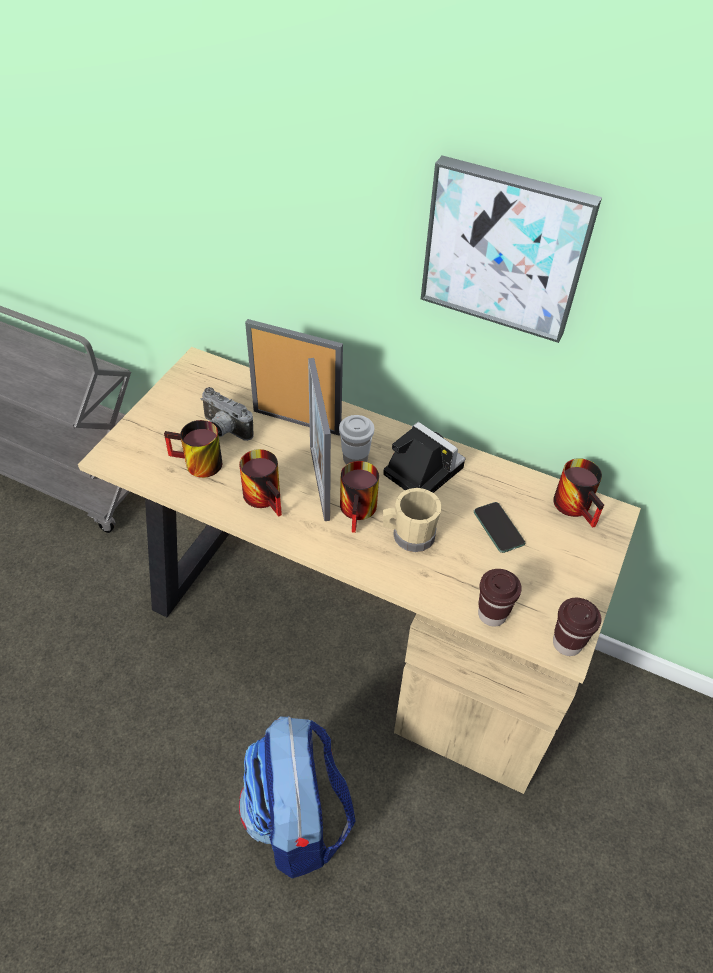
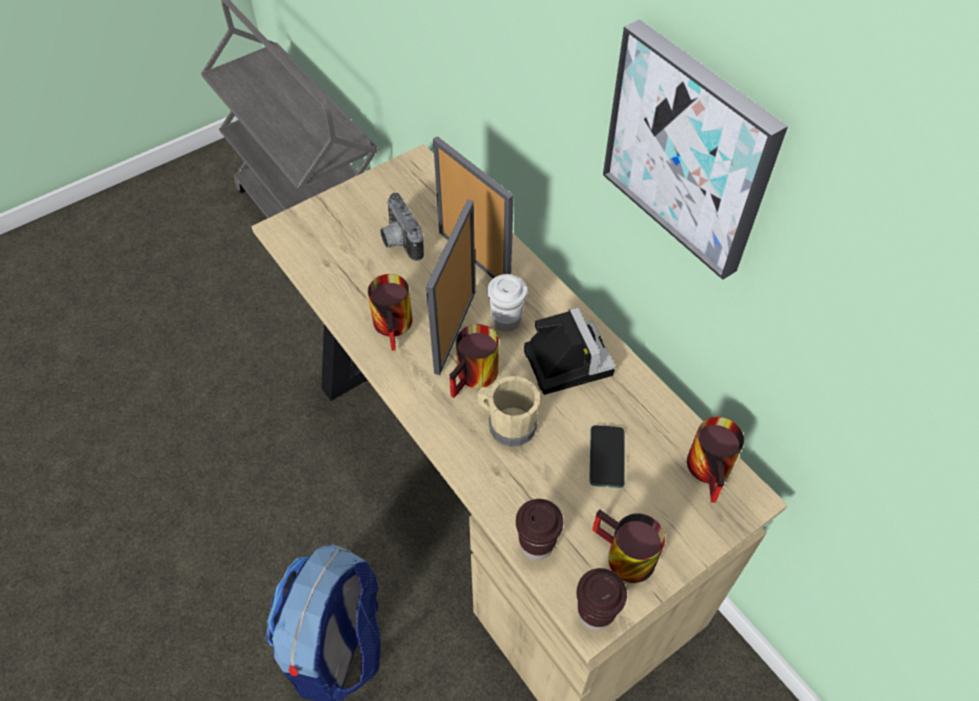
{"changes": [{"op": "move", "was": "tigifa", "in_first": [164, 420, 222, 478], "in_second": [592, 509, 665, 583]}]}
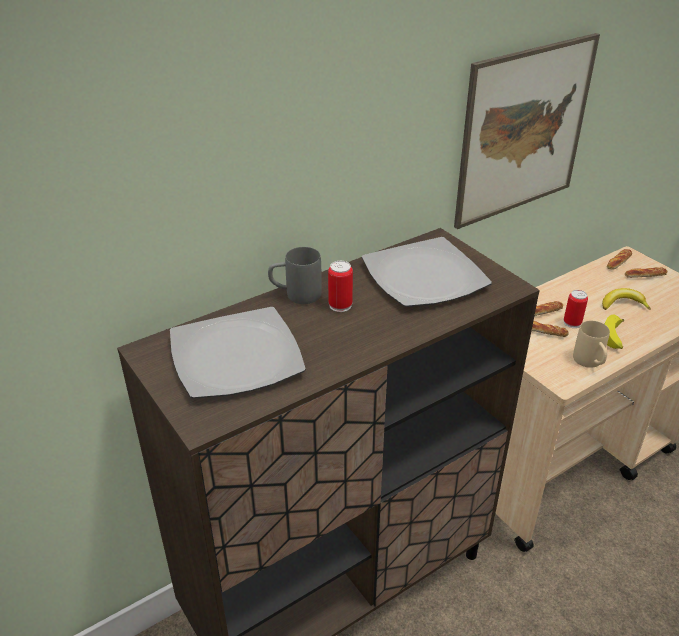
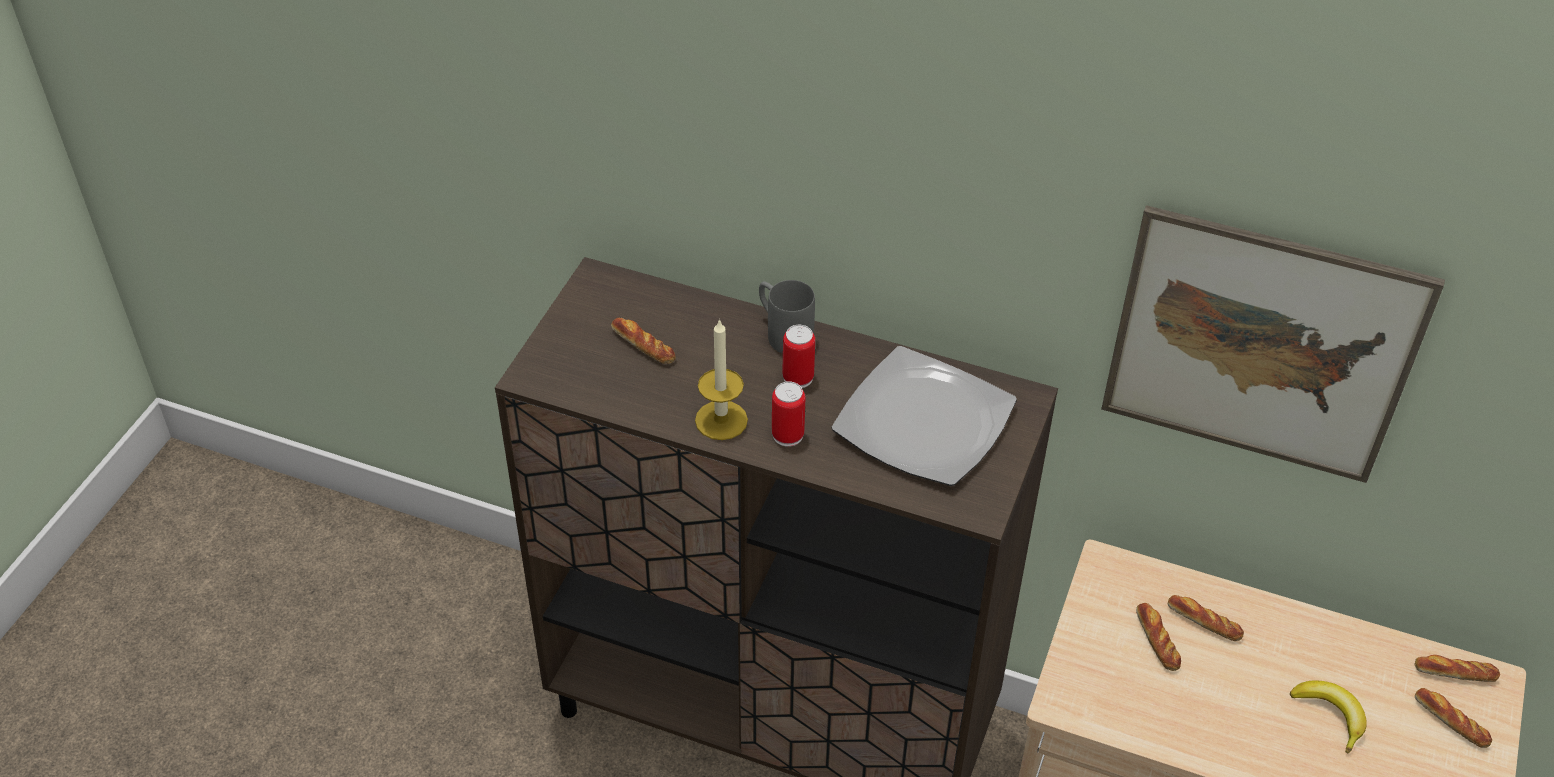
{"changes": [{"op": "replace", "was": "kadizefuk", "now": "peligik", "in_first": [170, 307, 306, 399], "in_second": [611, 318, 676, 364]}, {"op": "insert", "now": "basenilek", "in_second": [695, 319, 748, 440]}, {"op": "move", "was": "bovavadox", "in_first": [564, 290, 588, 328], "in_second": [772, 381, 805, 447]}, {"op": "delete", "was": "tigifa (beige)", "in_first": [573, 320, 610, 368]}, {"op": "delete", "was": "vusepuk", "in_first": [605, 314, 624, 349]}]}
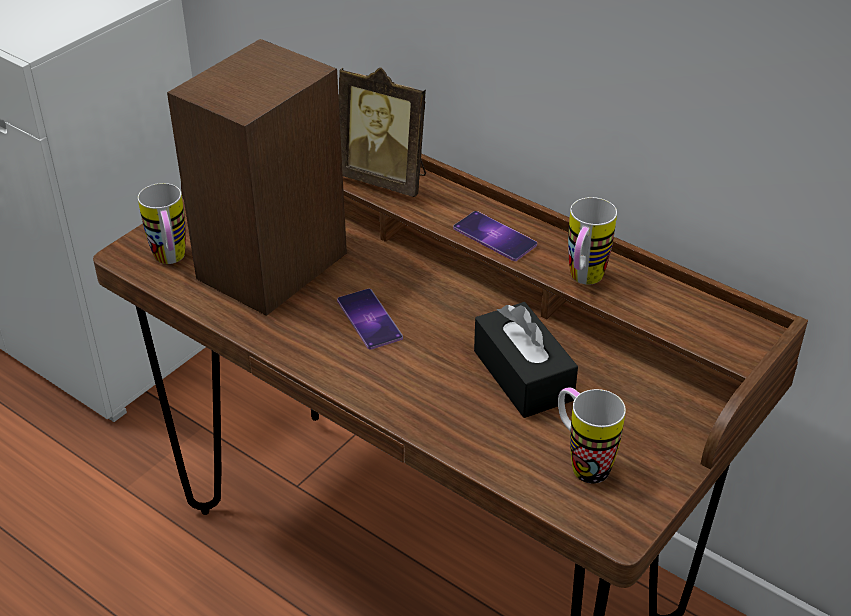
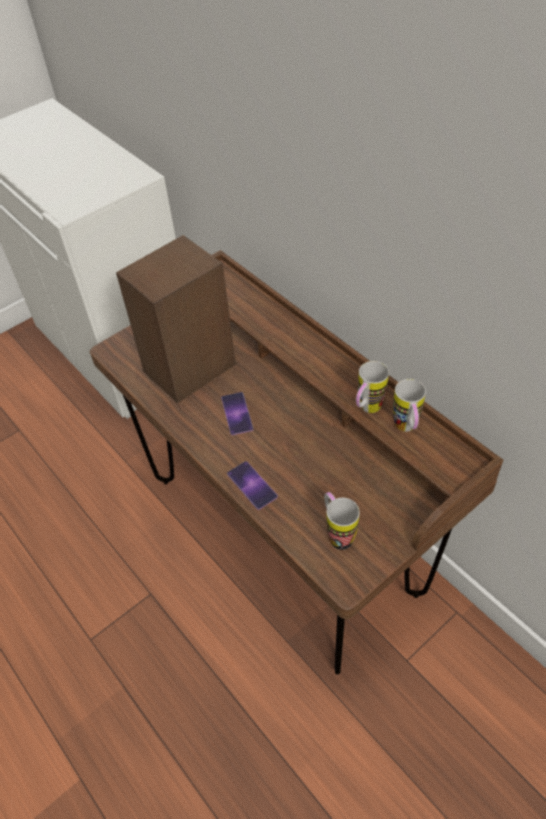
{"changes": [{"op": "move", "was": "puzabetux", "in_first": [453, 211, 537, 261], "in_second": [227, 461, 278, 510]}, {"op": "move", "was": "tigifa", "in_first": [138, 183, 186, 264], "in_second": [393, 379, 426, 432]}, {"op": "delete", "was": "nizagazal", "in_first": [339, 68, 426, 197]}, {"op": "delete", "was": "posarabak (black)", "in_first": [474, 302, 578, 418]}]}
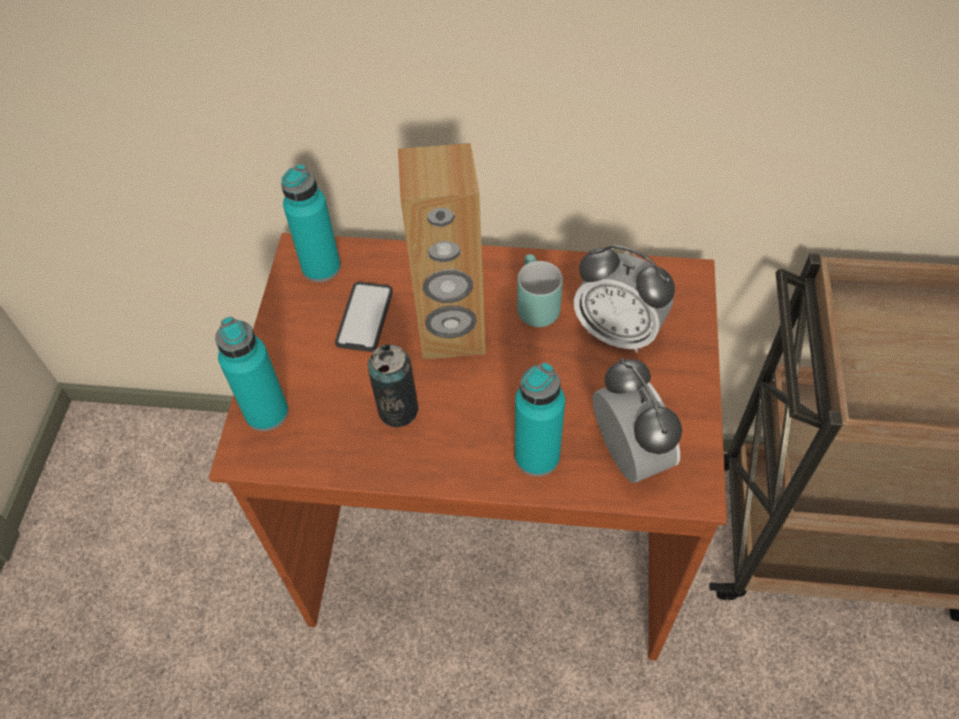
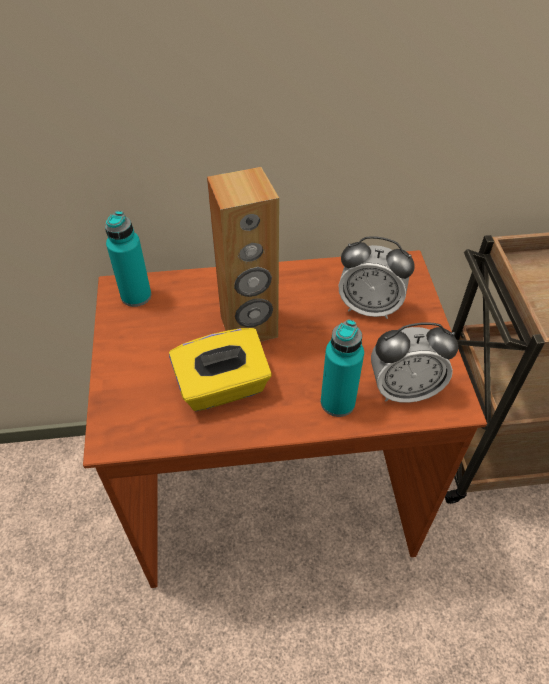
{"changes": [{"op": "replace", "was": "bovavadox", "now": "posarabak (yellow)", "in_first": [368, 344, 418, 427], "in_second": [169, 328, 272, 411]}, {"op": "rotate", "was": "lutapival", "in_first": [593, 358, 682, 483], "in_second": [371, 322, 458, 403], "clockwise": 120}, {"op": "delete", "was": "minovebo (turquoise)", "in_first": [215, 317, 289, 431]}, {"op": "delete", "was": "puzabetux", "in_first": [335, 282, 393, 352]}, {"op": "delete", "was": "tigifa (turquoise)", "in_first": [517, 254, 563, 327]}]}
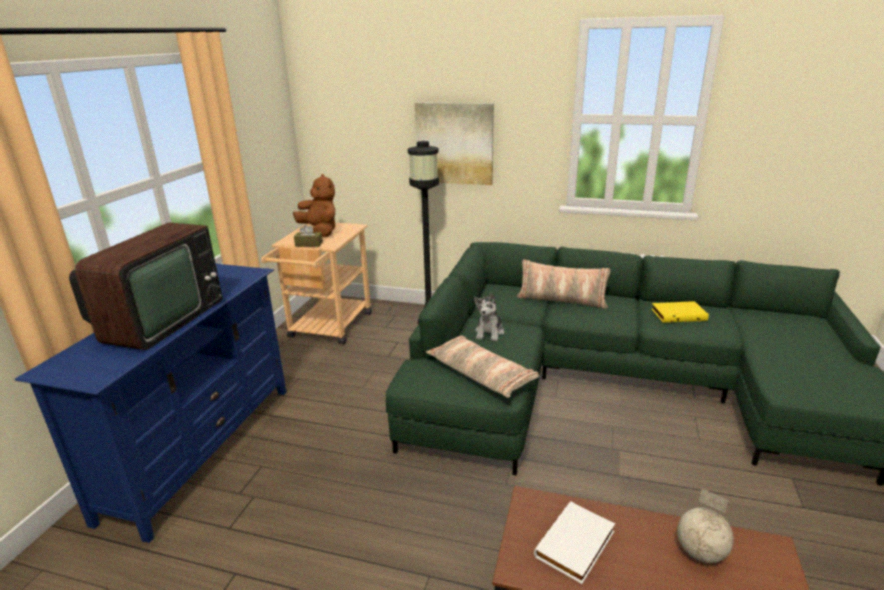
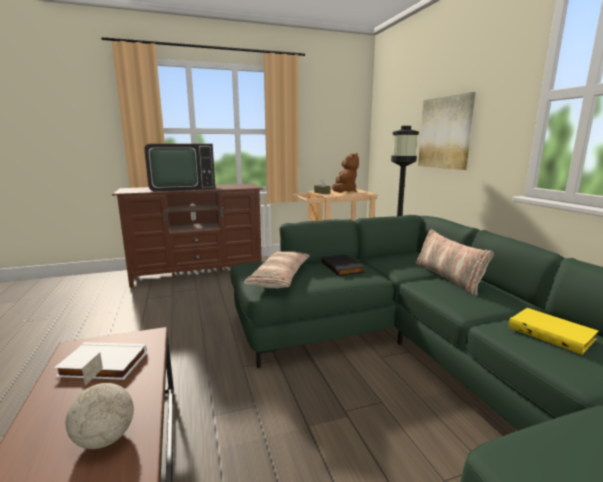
{"changes": [{"op": "recolor", "was": "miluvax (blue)", "now": "miluvax (brown)", "in_first": [14, 264, 286, 543], "in_second": [112, 184, 263, 288]}, {"op": "replace", "was": "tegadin", "now": "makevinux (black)", "in_first": [474, 293, 504, 341], "in_second": [322, 255, 365, 276]}]}
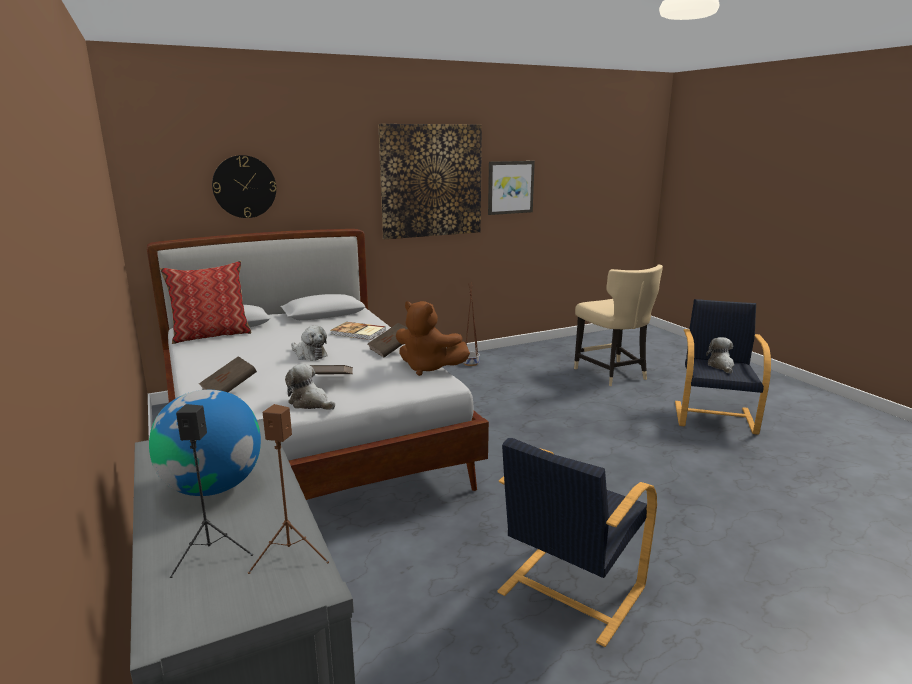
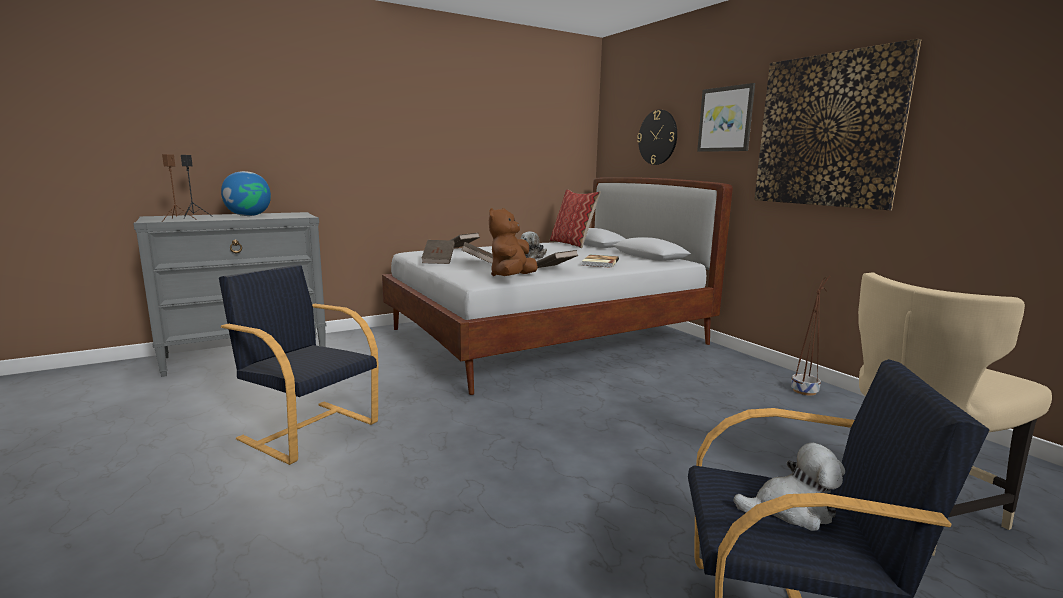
{"changes": [{"op": "replace", "was": "tegadin", "now": "makevinux (brown)", "in_first": [285, 364, 335, 410], "in_second": [421, 240, 455, 264]}, {"op": "move", "was": "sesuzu", "in_first": [488, 161, 535, 215], "in_second": [697, 83, 755, 152]}]}
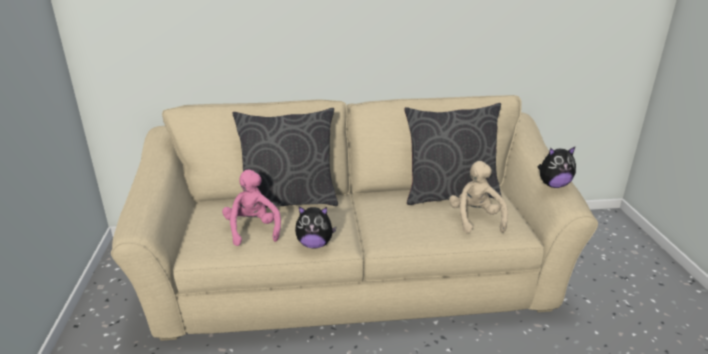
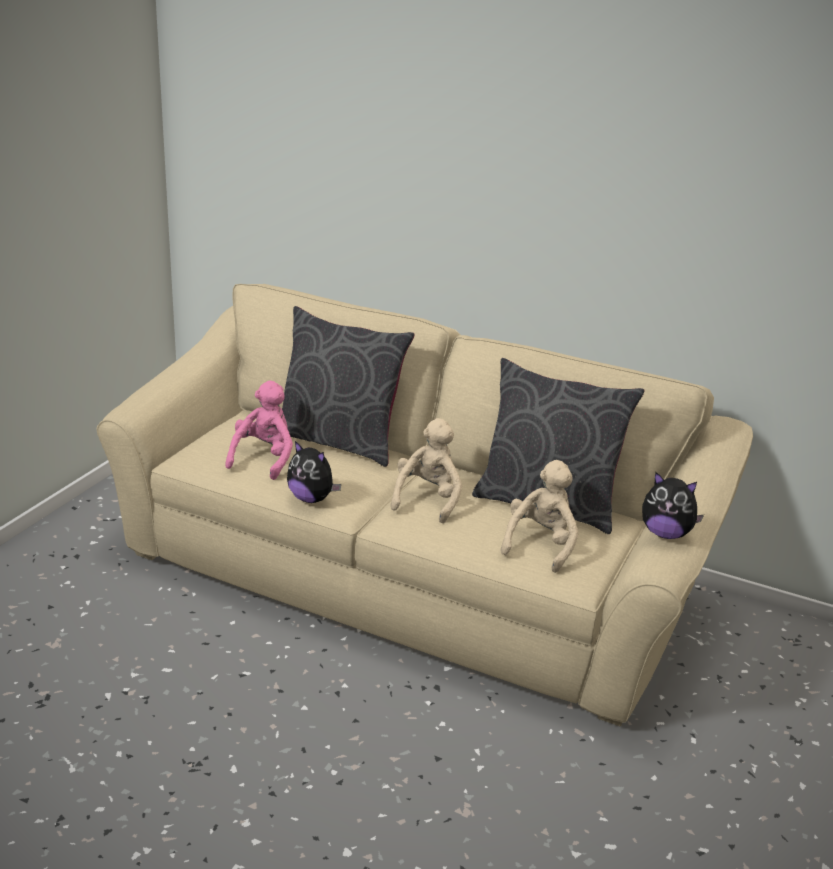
{"changes": [{"op": "insert", "now": "tegadin (beige)", "in_second": [390, 418, 462, 523]}]}
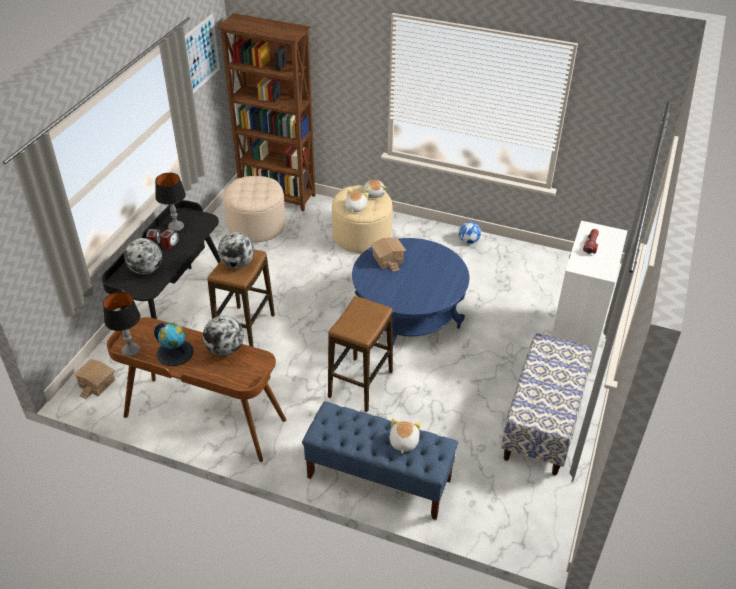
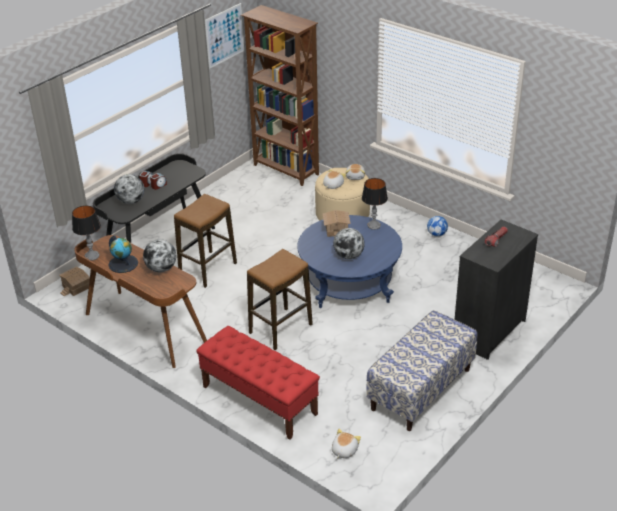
{"changes": [{"op": "recolor", "was": "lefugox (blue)", "now": "lefugox (red)", "in_first": [302, 401, 458, 520], "in_second": [196, 326, 320, 440]}, {"op": "move", "was": "tegadin", "in_first": [389, 418, 421, 454], "in_second": [332, 429, 361, 459]}, {"op": "move", "was": "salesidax", "in_first": [218, 232, 254, 268], "in_second": [333, 228, 365, 259]}, {"op": "move", "was": "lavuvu", "in_first": [155, 173, 186, 231], "in_second": [362, 178, 388, 230]}, {"op": "recolor", "was": "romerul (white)", "now": "romerul (black)", "in_first": [551, 220, 627, 372], "in_second": [455, 219, 538, 360]}, {"op": "delete", "was": "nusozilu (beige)", "in_first": [223, 176, 286, 243]}]}
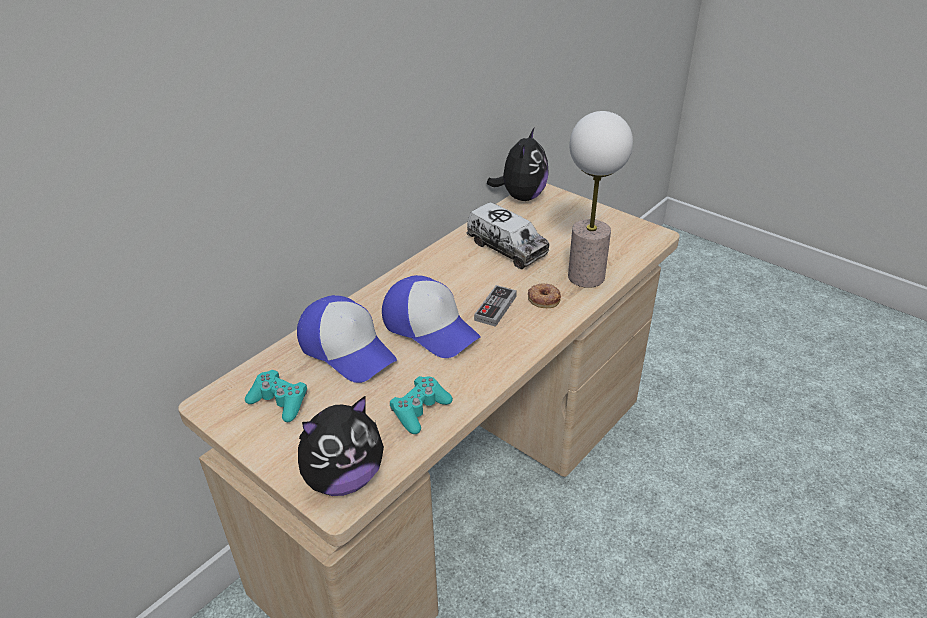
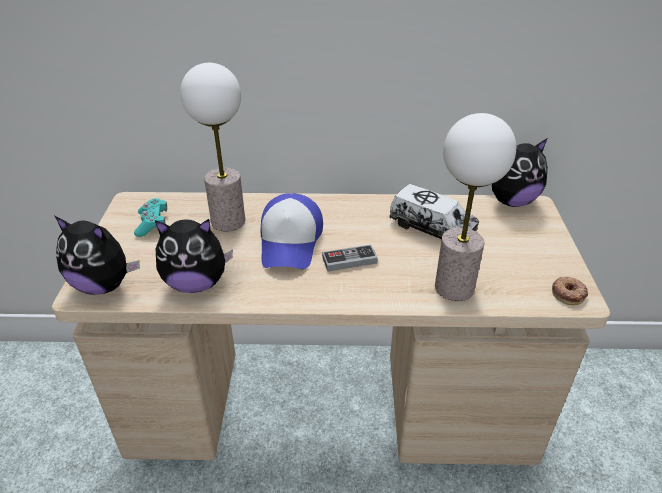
{"changes": [{"op": "replace", "was": "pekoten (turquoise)", "now": "tegadin", "in_first": [390, 376, 453, 434], "in_second": [155, 219, 233, 293]}, {"op": "replace", "was": "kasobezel", "now": "lavuvu", "in_first": [297, 295, 397, 383], "in_second": [180, 63, 245, 231]}, {"op": "rotate", "was": "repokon", "in_first": [466, 202, 549, 269], "in_second": [389, 184, 479, 239], "clockwise": -60}, {"op": "move", "was": "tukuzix", "in_first": [528, 283, 561, 308], "in_second": [552, 276, 588, 305]}]}
